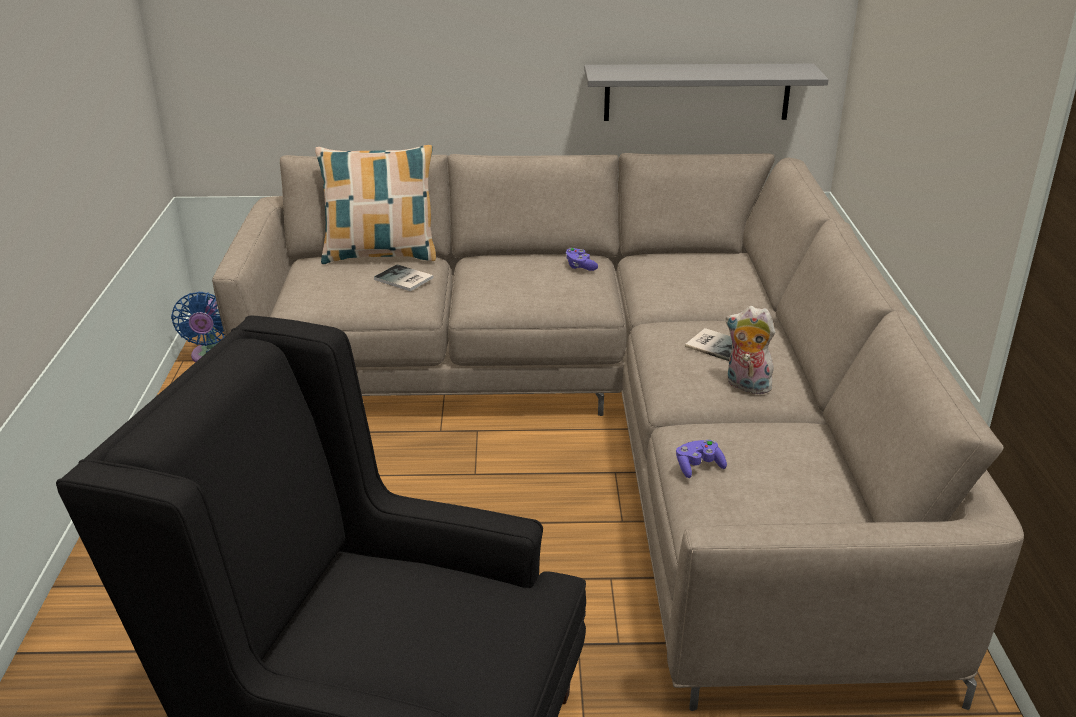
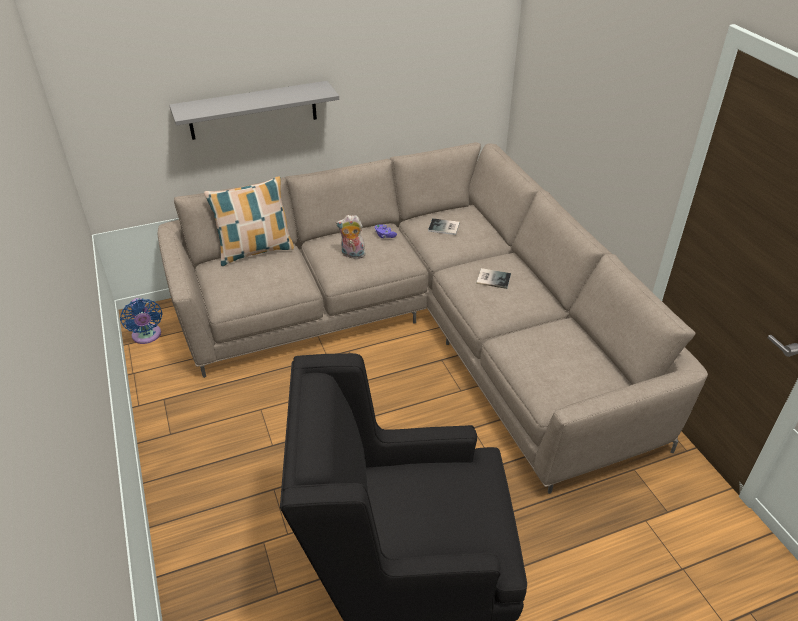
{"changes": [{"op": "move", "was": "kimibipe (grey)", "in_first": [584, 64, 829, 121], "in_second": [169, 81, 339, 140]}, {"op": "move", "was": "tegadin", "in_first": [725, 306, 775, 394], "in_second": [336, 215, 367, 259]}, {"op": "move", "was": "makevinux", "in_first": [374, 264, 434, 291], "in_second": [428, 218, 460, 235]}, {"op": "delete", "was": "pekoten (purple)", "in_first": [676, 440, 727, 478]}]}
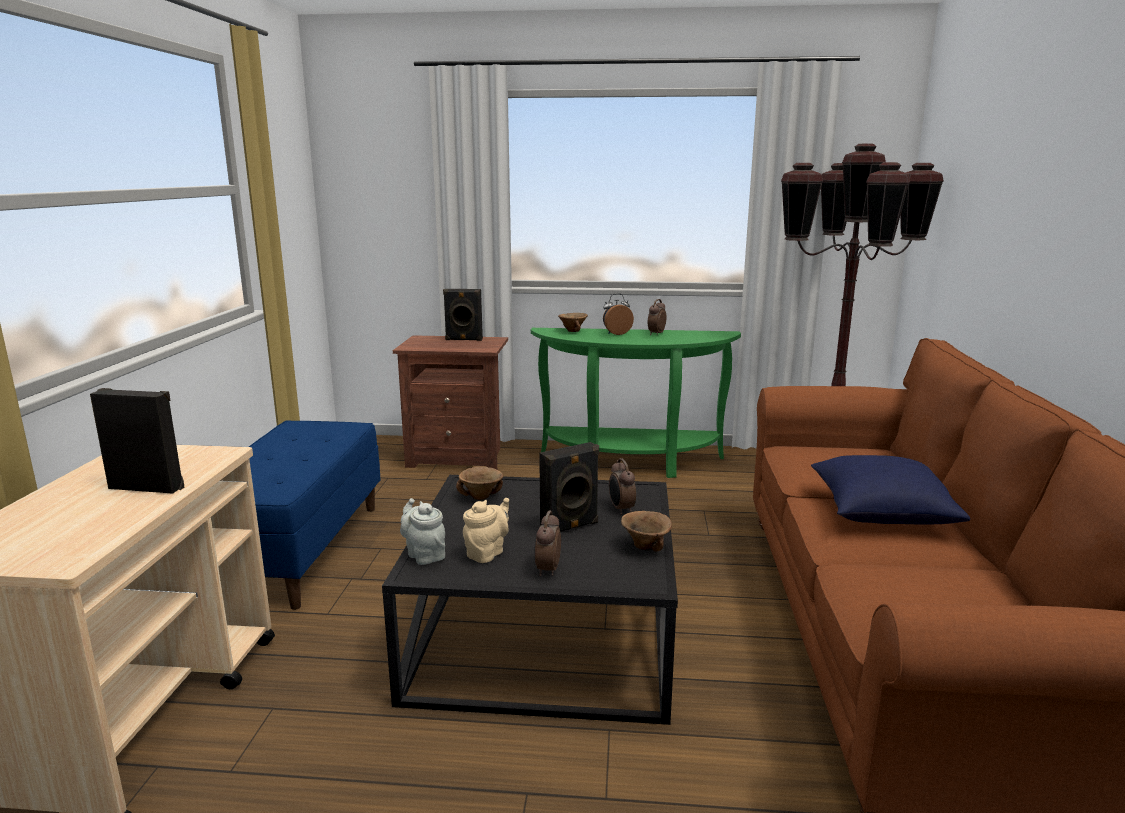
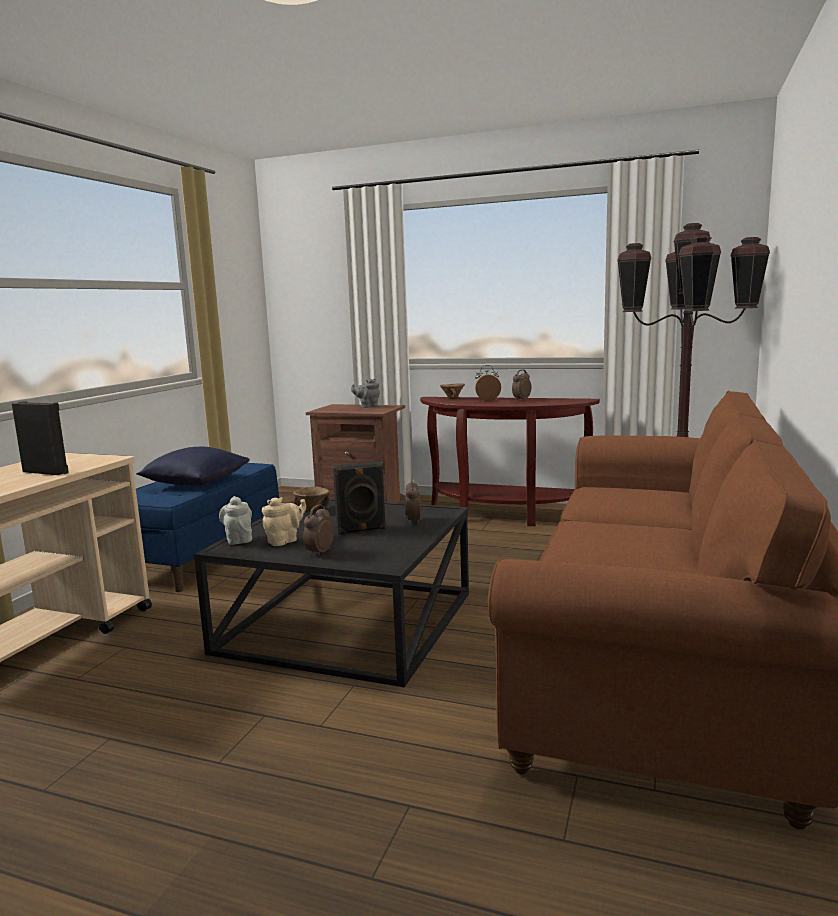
{"changes": [{"op": "move", "was": "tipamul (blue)", "in_first": [811, 455, 970, 525], "in_second": [136, 447, 250, 485]}, {"op": "replace", "was": "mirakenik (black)", "now": "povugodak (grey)", "in_first": [443, 289, 483, 341], "in_second": [351, 379, 380, 408]}, {"op": "recolor", "was": "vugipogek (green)", "now": "vugipogek (brown)", "in_first": [531, 328, 741, 478], "in_second": [420, 397, 600, 526]}, {"op": "delete", "was": "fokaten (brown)", "in_first": [621, 511, 672, 552]}]}
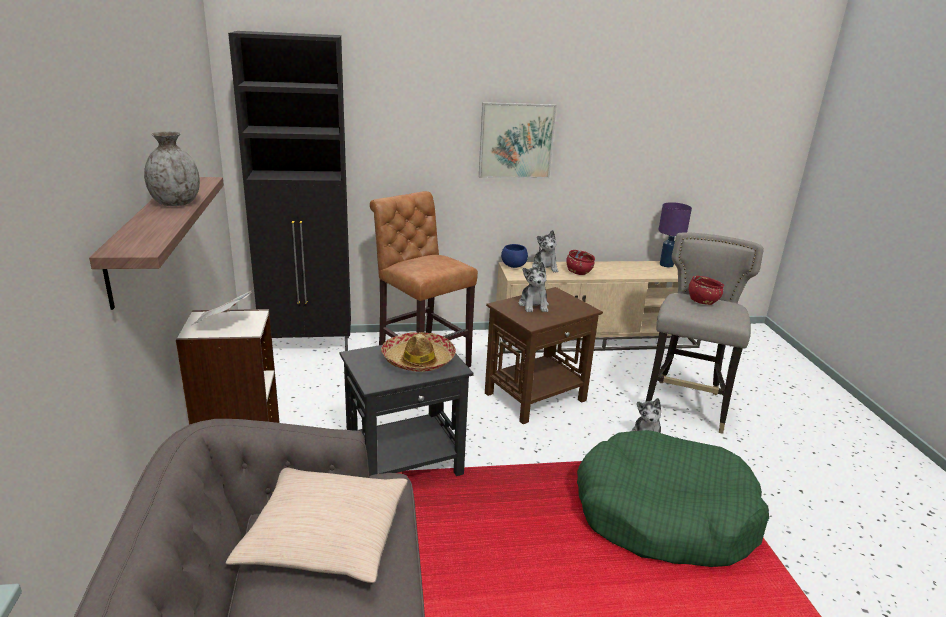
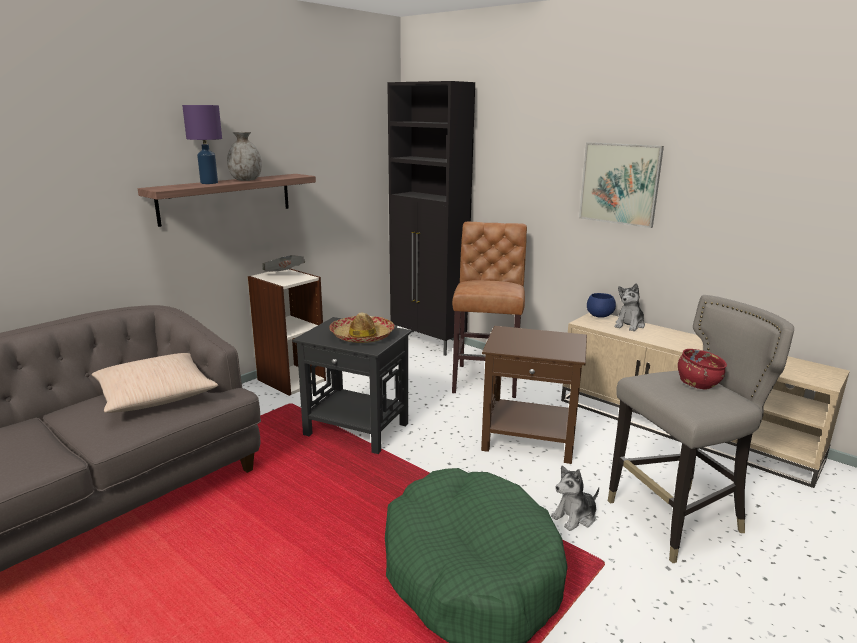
{"changes": [{"op": "move", "was": "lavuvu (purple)", "in_first": [659, 202, 692, 267], "in_second": [182, 105, 222, 184]}, {"op": "delete", "was": "tegadin", "in_first": [519, 262, 549, 312]}, {"op": "delete", "was": "fokaten (red)", "in_first": [566, 250, 595, 275]}]}
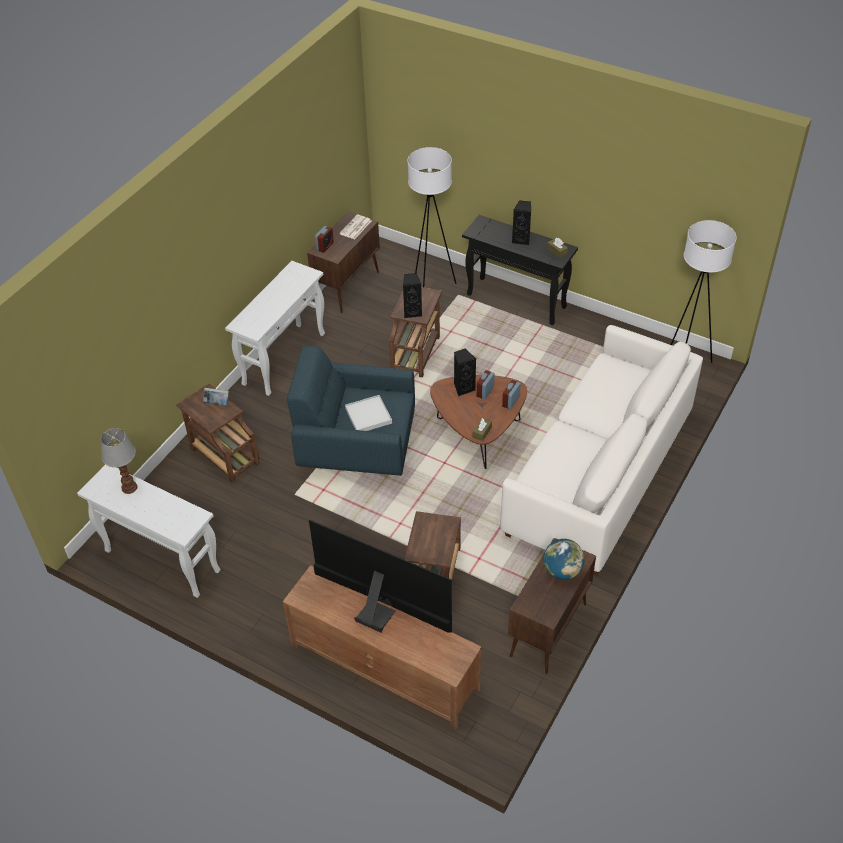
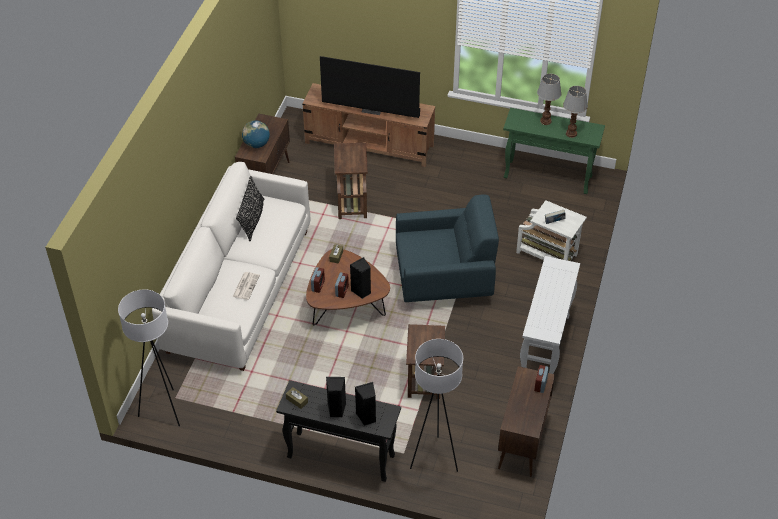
{"changes": [{"op": "move", "was": "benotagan", "in_first": [340, 215, 371, 239], "in_second": [233, 272, 260, 300]}, {"op": "insert", "now": "tipamul (black)", "in_second": [236, 176, 264, 242]}, {"op": "move", "was": "mirakenik (black)", "in_first": [403, 273, 422, 318], "in_second": [355, 382, 376, 426]}, {"op": "recolor", "was": "vugipogek (white)", "now": "vugipogek (green)", "in_first": [77, 465, 221, 598], "in_second": [503, 108, 605, 194]}, {"op": "recolor", "was": "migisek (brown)", "now": "migisek (white)", "in_first": [176, 383, 260, 483], "in_second": [516, 200, 587, 261]}, {"op": "insert", "now": "lavuvu", "in_second": [537, 74, 561, 125]}, {"op": "delete", "was": "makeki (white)", "in_first": [345, 395, 392, 431]}]}
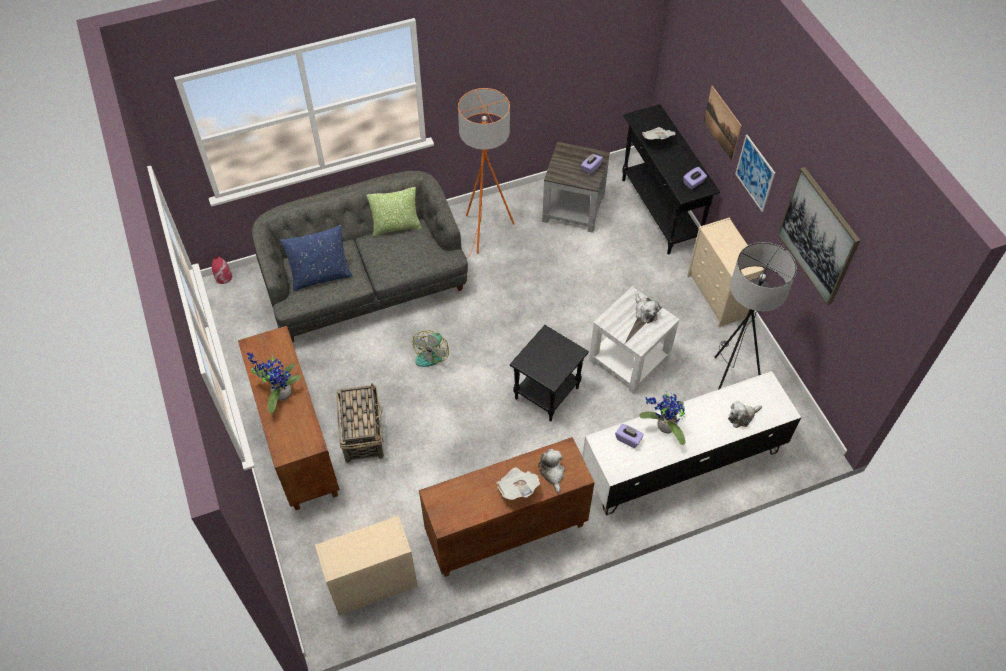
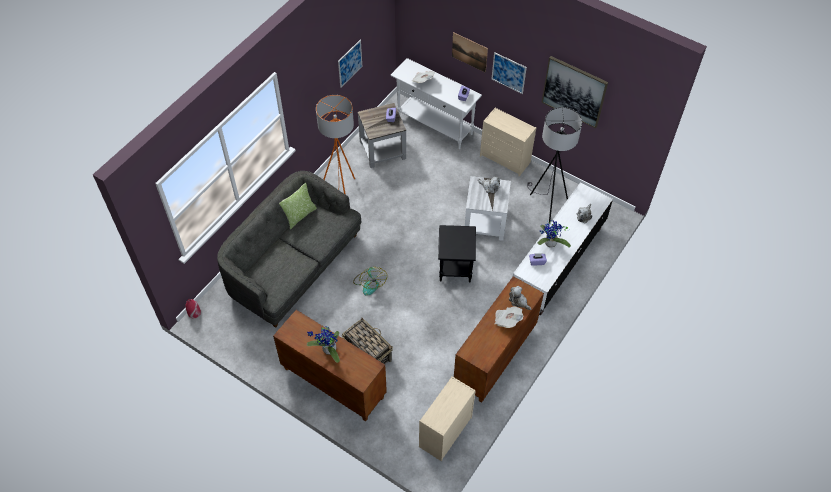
{"changes": [{"op": "insert", "now": "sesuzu", "in_second": [338, 40, 362, 88]}, {"op": "recolor", "was": "vugipogek (black)", "now": "vugipogek (white)", "in_first": [622, 104, 720, 255], "in_second": [390, 58, 482, 149]}, {"op": "delete", "was": "tipamul (blue)", "in_first": [280, 225, 353, 291]}]}
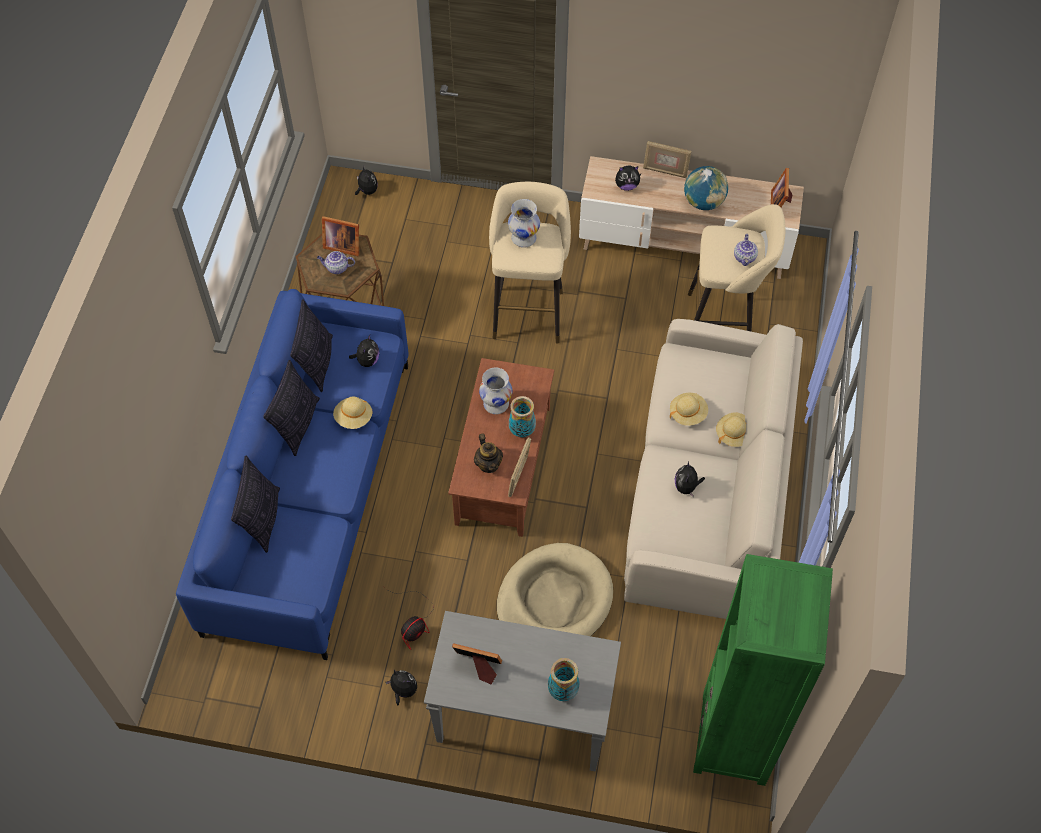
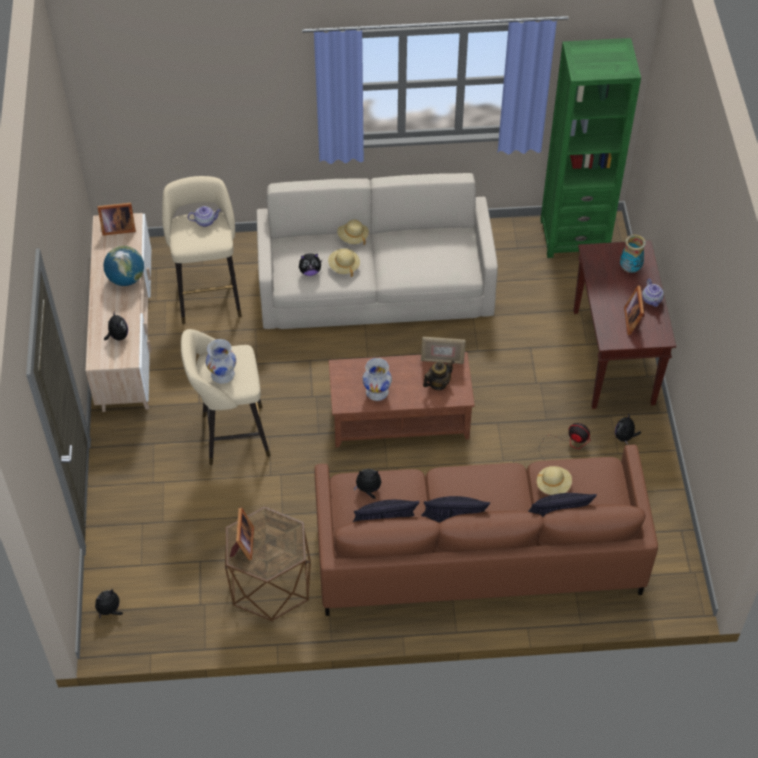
{"changes": [{"op": "move", "was": "tegadin", "in_first": [674, 461, 705, 497], "in_second": [299, 253, 322, 276]}, {"op": "recolor", "was": "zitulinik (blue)", "now": "zitulinik (brown)", "in_first": [176, 289, 409, 660], "in_second": [315, 445, 658, 616]}, {"op": "move", "was": "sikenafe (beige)", "in_first": [333, 396, 372, 429], "in_second": [537, 466, 572, 495]}, {"op": "recolor", "was": "vugipogek (grey)", "now": "vugipogek (brown)", "in_first": [424, 611, 621, 772], "in_second": [573, 240, 676, 409]}, {"op": "move", "was": "povugodak", "in_first": [317, 251, 355, 274], "in_second": [642, 279, 664, 307]}, {"op": "delete", "was": "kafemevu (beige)", "in_first": [497, 543, 613, 636]}, {"op": "delete", "was": "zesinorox", "in_first": [509, 396, 536, 438]}, {"op": "delete", "was": "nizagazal", "in_first": [643, 141, 691, 178]}]}
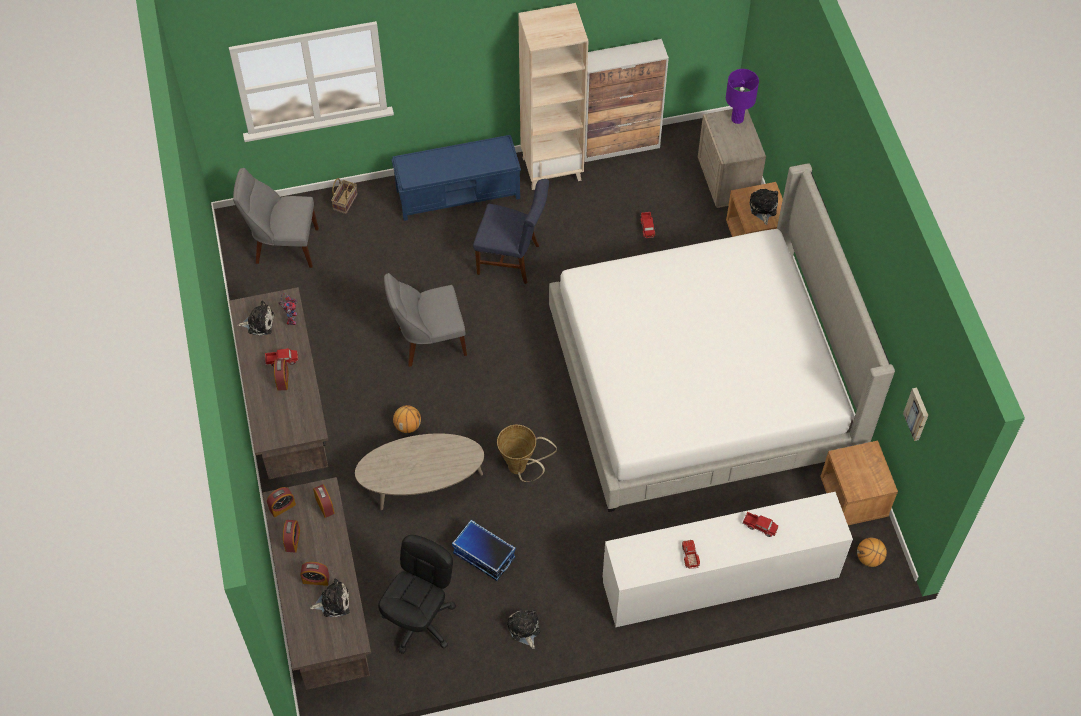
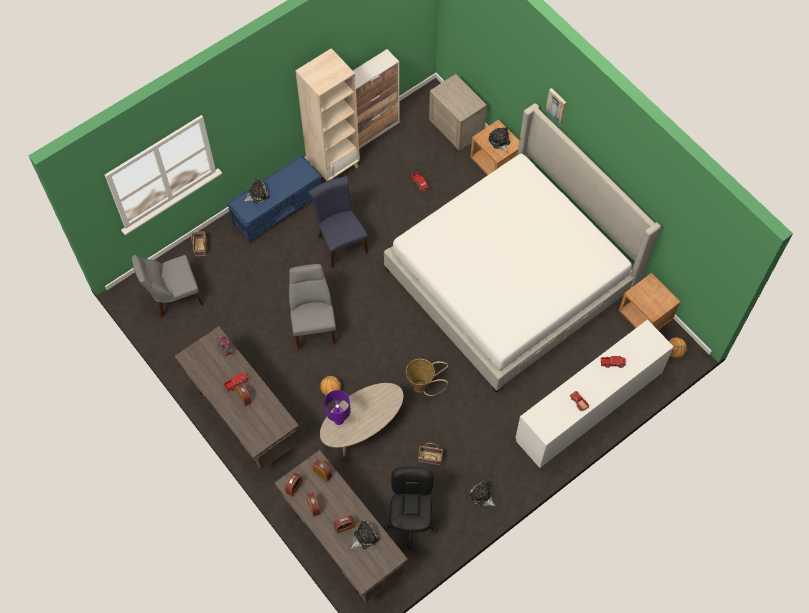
{"changes": [{"op": "move", "was": "tegadin", "in_first": [237, 301, 274, 336], "in_second": [244, 178, 269, 203]}, {"op": "rotate", "was": "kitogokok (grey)", "in_first": [384, 273, 467, 367], "in_second": [289, 264, 336, 350], "clockwise": 120}, {"op": "rotate", "was": "kitogokok (blue)", "in_first": [473, 179, 549, 284], "in_second": [308, 176, 368, 268], "clockwise": -105}, {"op": "move", "was": "lavuvu (purple)", "in_first": [726, 69, 759, 124], "in_second": [324, 390, 351, 425]}, {"op": "replace", "was": "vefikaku", "now": "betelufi", "in_first": [452, 520, 516, 581], "in_second": [418, 443, 443, 465]}, {"op": "move", "was": "sesuzu", "in_first": [903, 388, 929, 441], "in_second": [546, 88, 566, 124]}]}
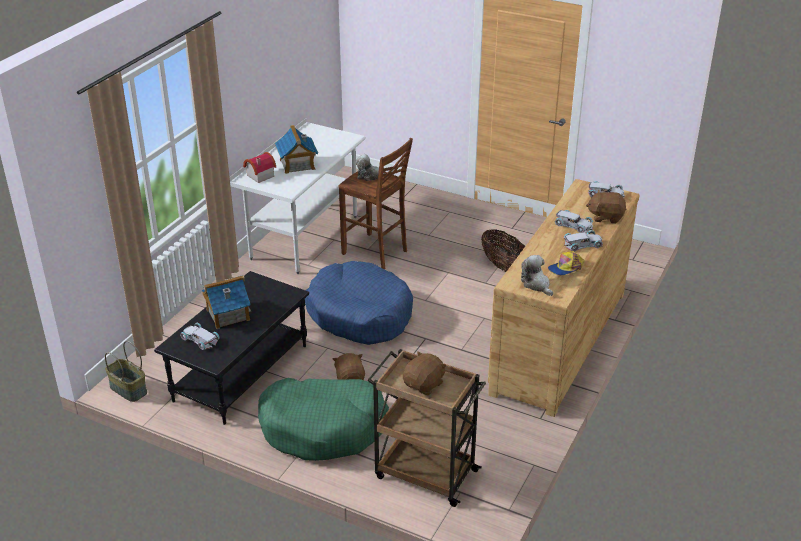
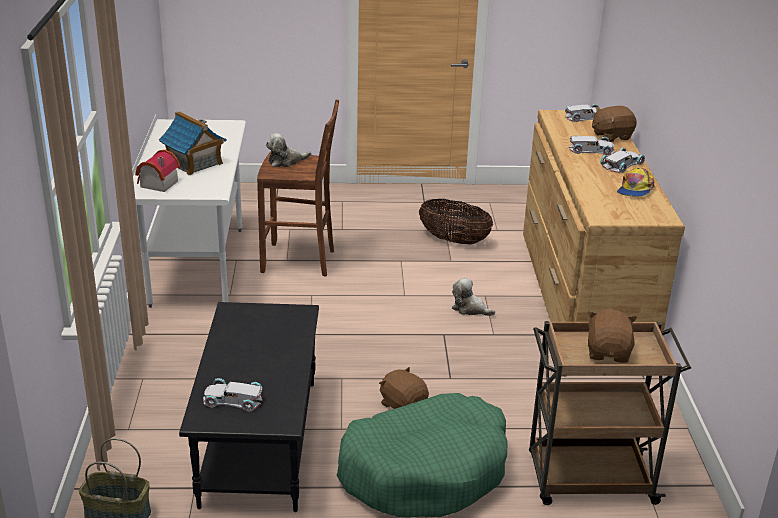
{"changes": [{"op": "move", "was": "tegadin", "in_first": [521, 255, 553, 296], "in_second": [452, 278, 495, 316]}, {"op": "delete", "was": "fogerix", "in_first": [202, 275, 251, 329]}, {"op": "delete", "was": "kafemevu (blue)", "in_first": [305, 261, 413, 345]}]}
